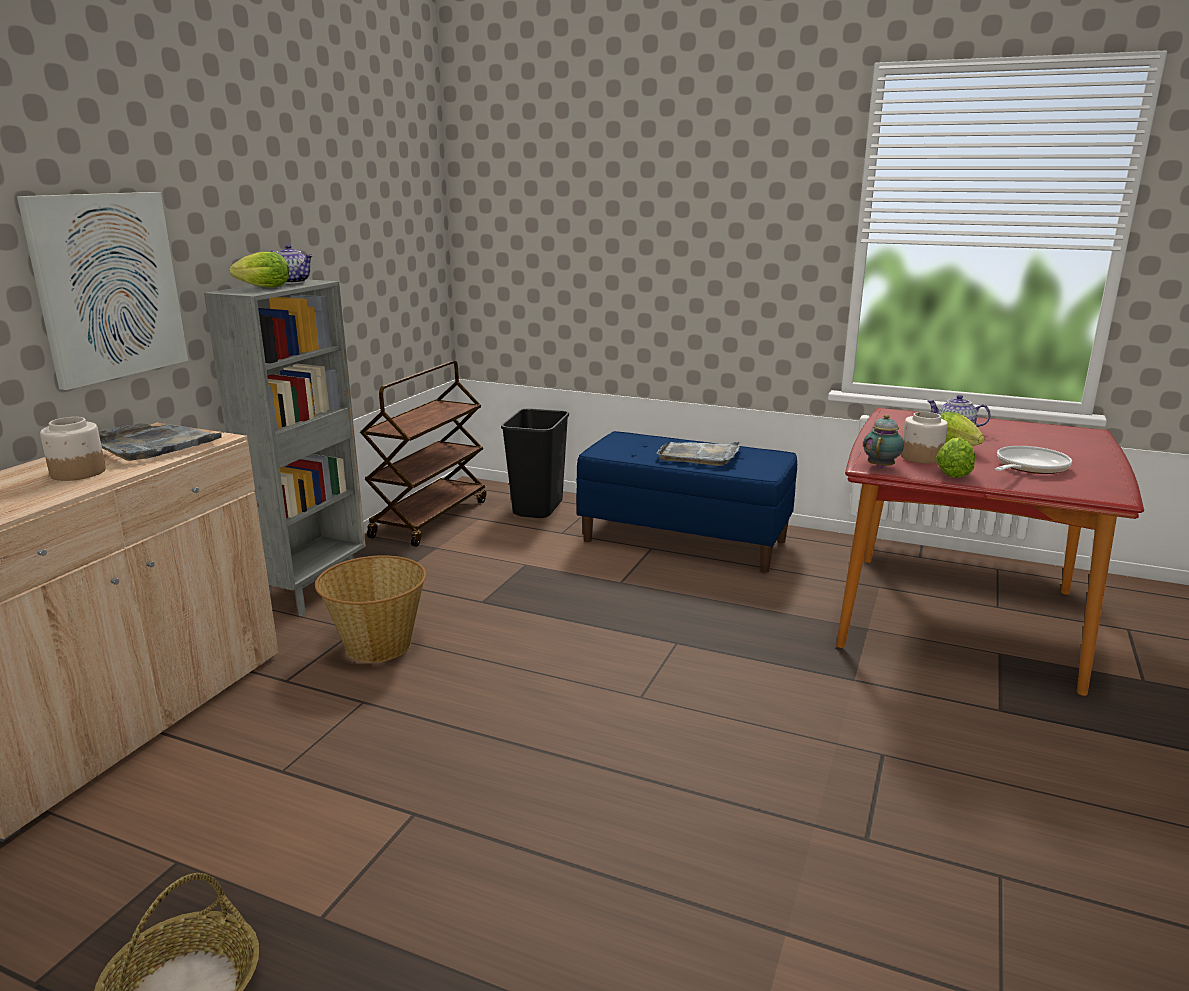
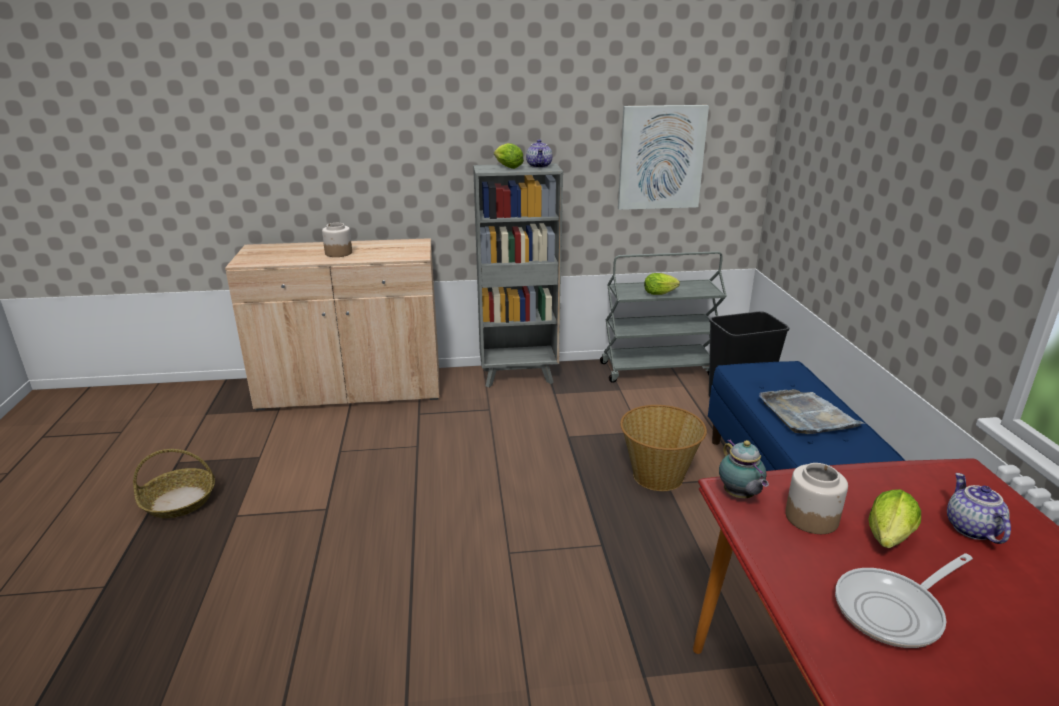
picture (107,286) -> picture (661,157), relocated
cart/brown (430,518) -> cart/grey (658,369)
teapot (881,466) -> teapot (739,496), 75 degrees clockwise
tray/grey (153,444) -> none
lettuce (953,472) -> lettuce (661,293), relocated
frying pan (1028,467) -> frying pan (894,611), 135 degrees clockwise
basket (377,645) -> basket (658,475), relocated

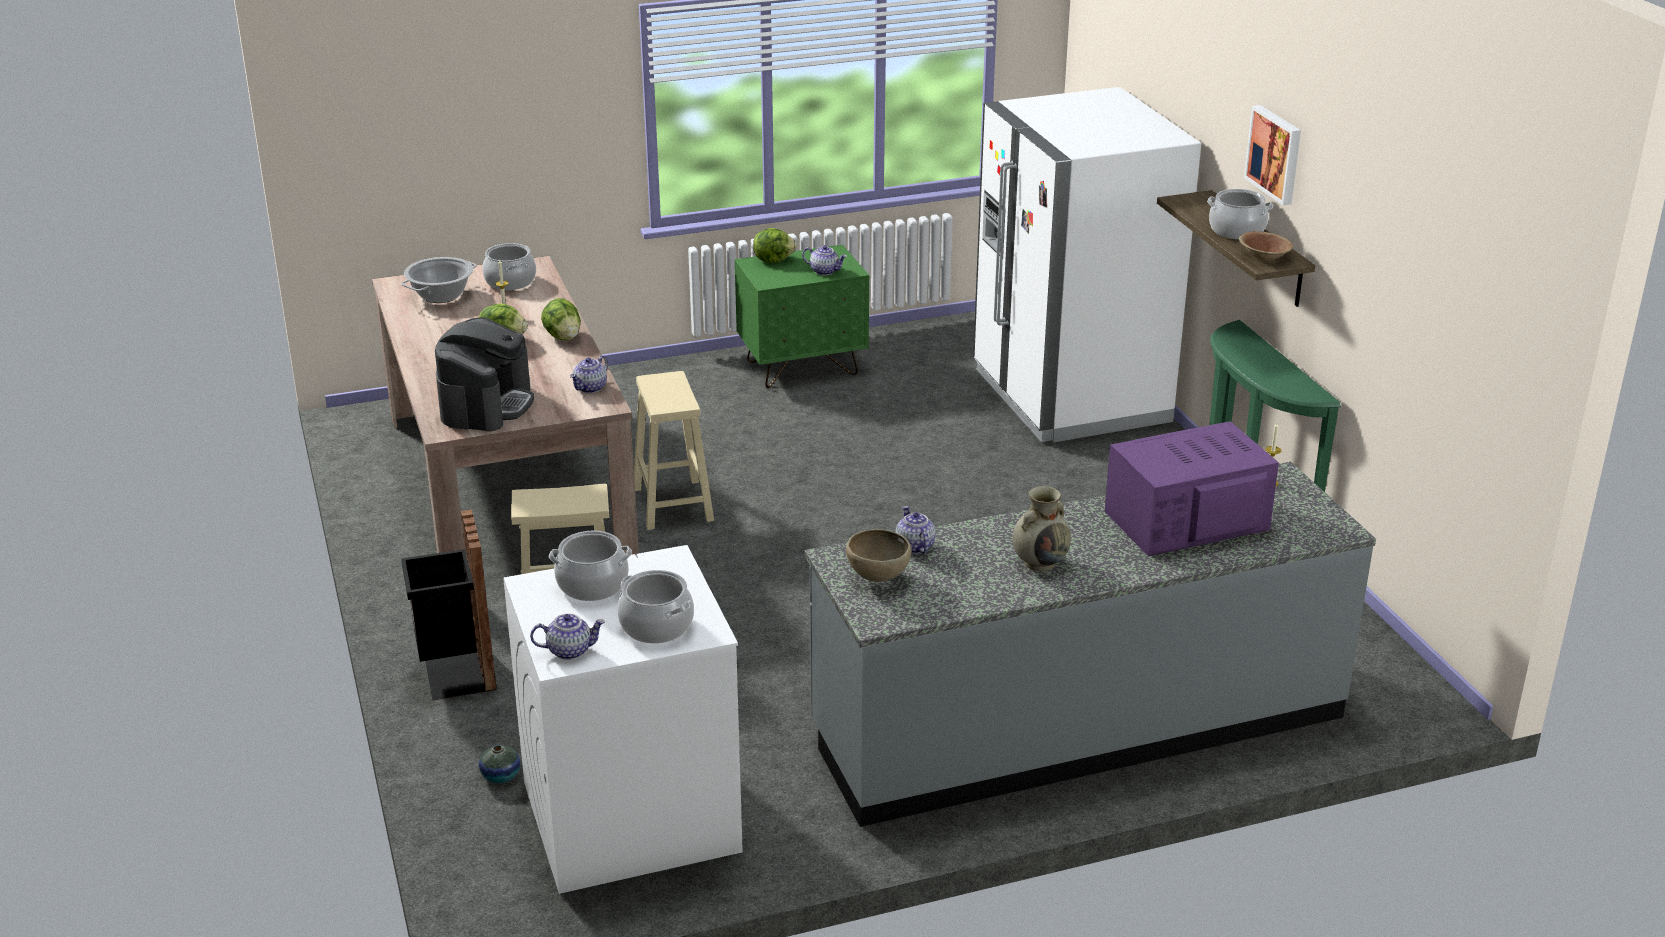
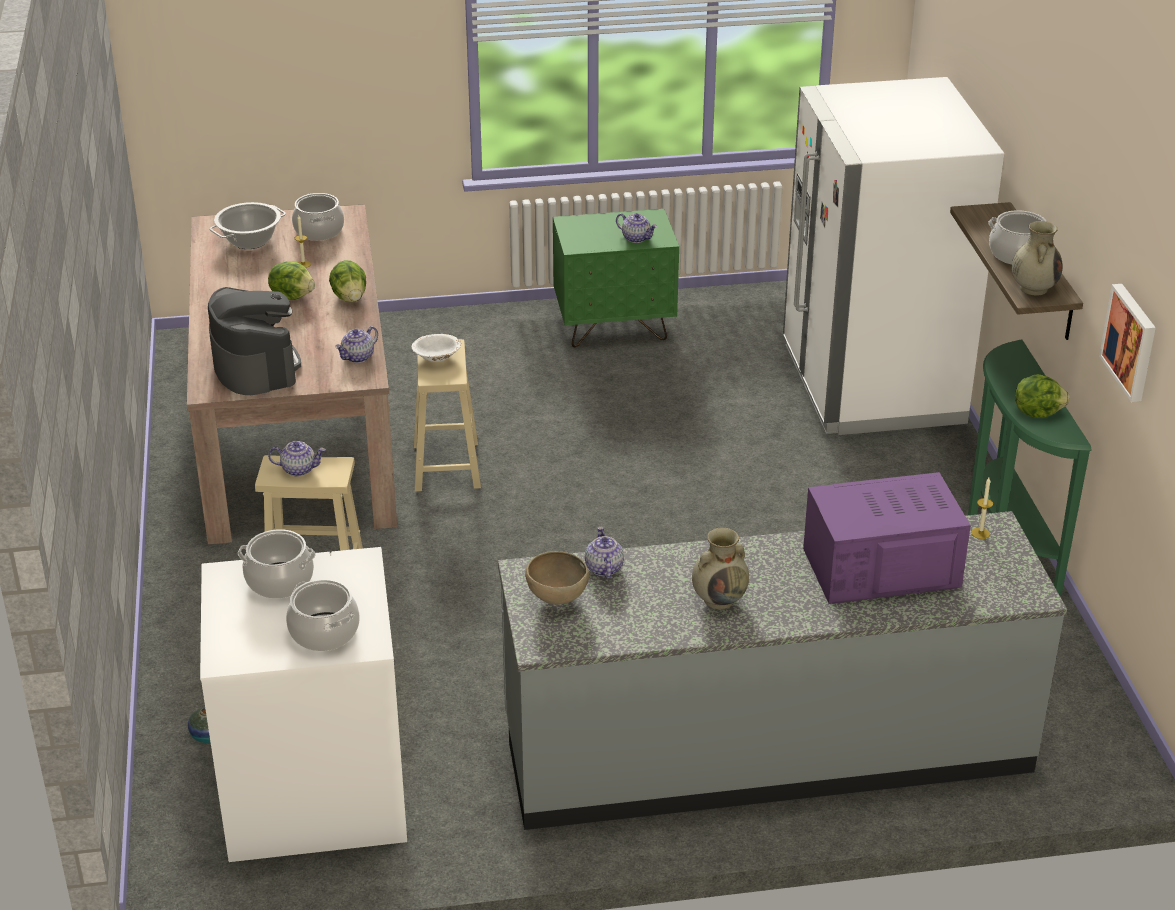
picture (1275,154) -> picture (1131,342), relocated
lettuce (773,260) -> lettuce (1037,412), relocated
bowl/brown (1264,256) -> vase/beige (1033,288)
coffee machine (486,405) -> coffee machine (255,367), 45 degrees counterclockwise
trash can/black (456,675) -> none
teapot (570,650) -> teapot (299,469), relocated
none -> bowl/white (436,357)

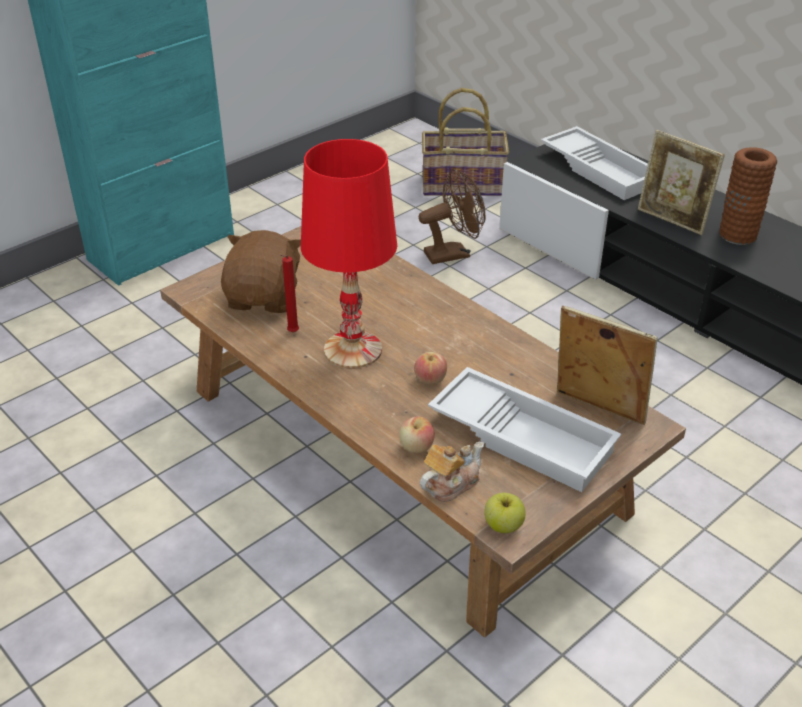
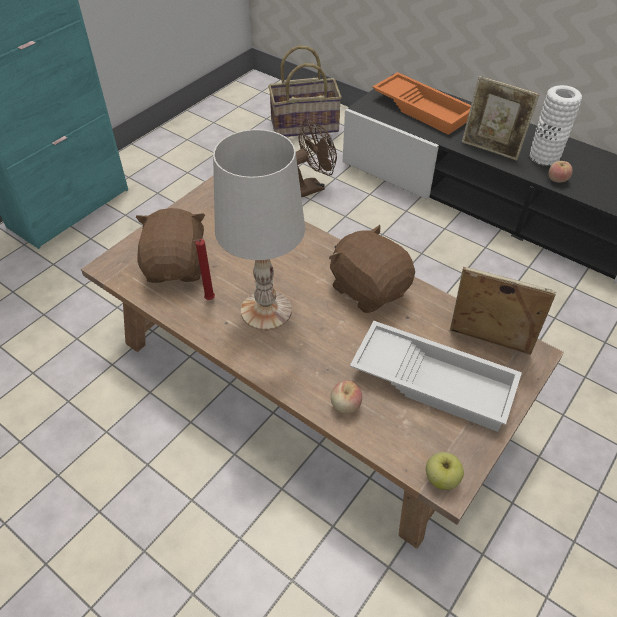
tray/white (600,170) -> tray/orange (423,108)
table lamp/red (353,349) -> table lamp/white (267,310)
vase/brown (737,234) -> vase/white (544,157)
apple (430,379) -> apple (557,179), relocated
teapot (450,484) -> none
none -> plush toy/brown (369,288)

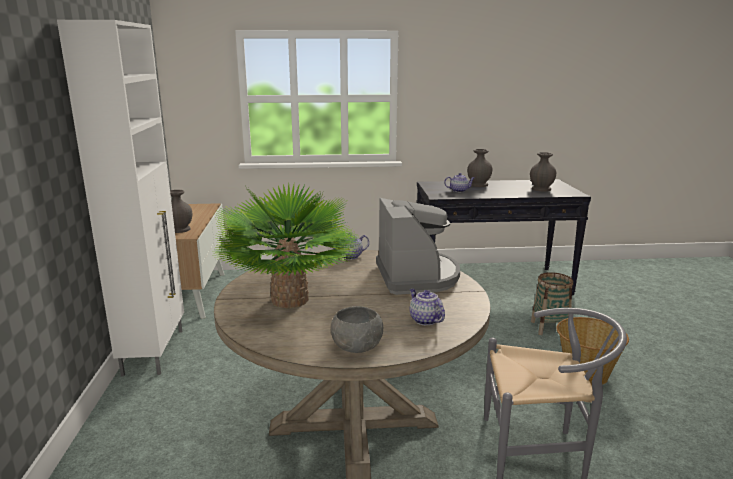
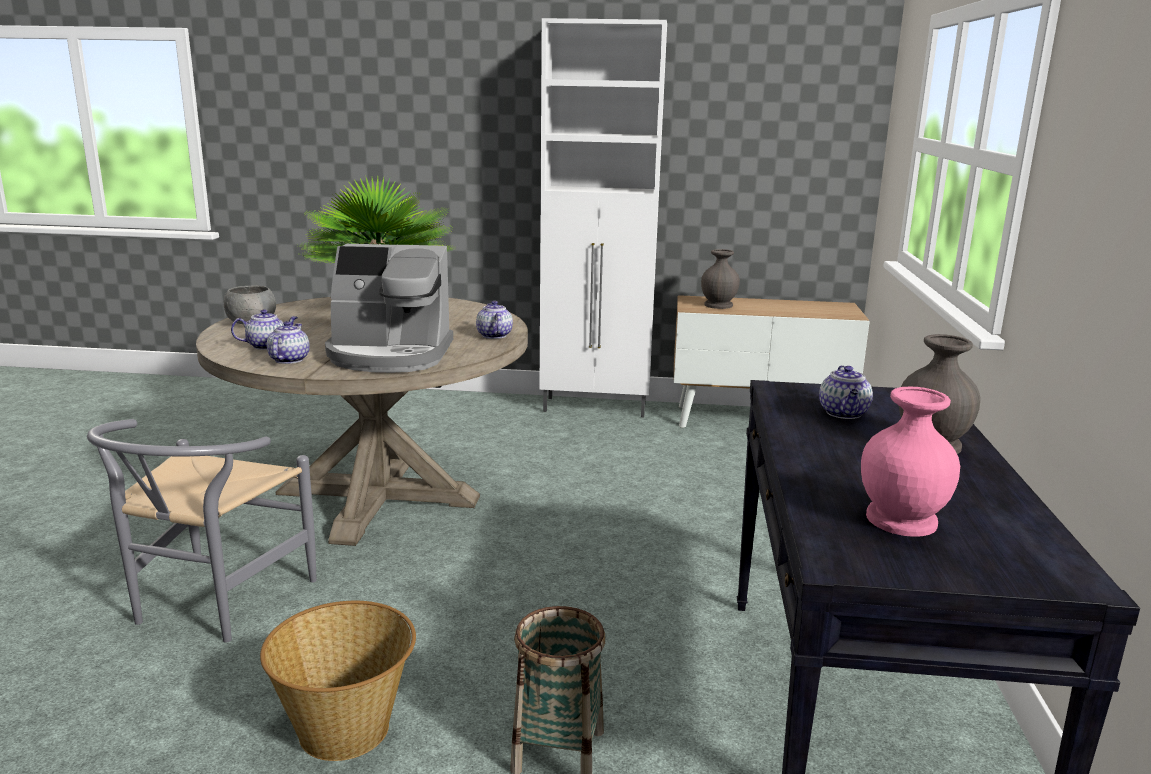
vase/grey (541,189) -> vase/pink (901,521)
none -> teapot (289,360)

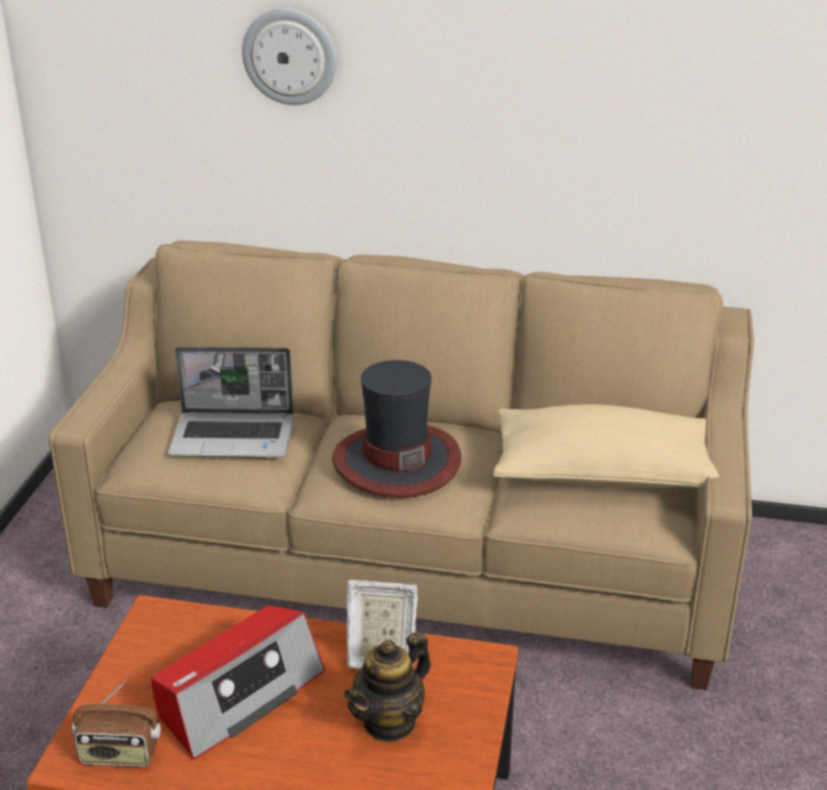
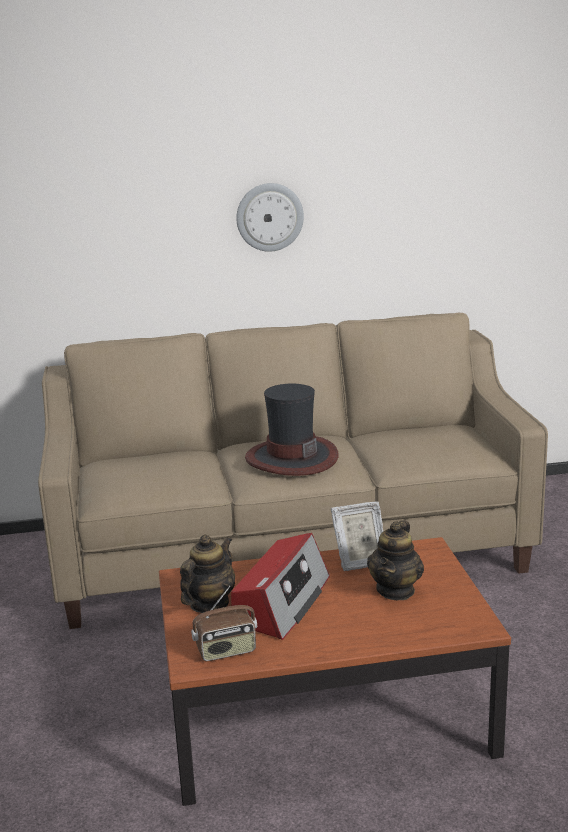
wall clock (290,56) -> wall clock (269,217), relocated
laptop (234,436) -> none
pillow/beige (602,474) -> none
none -> teapot (209,604)

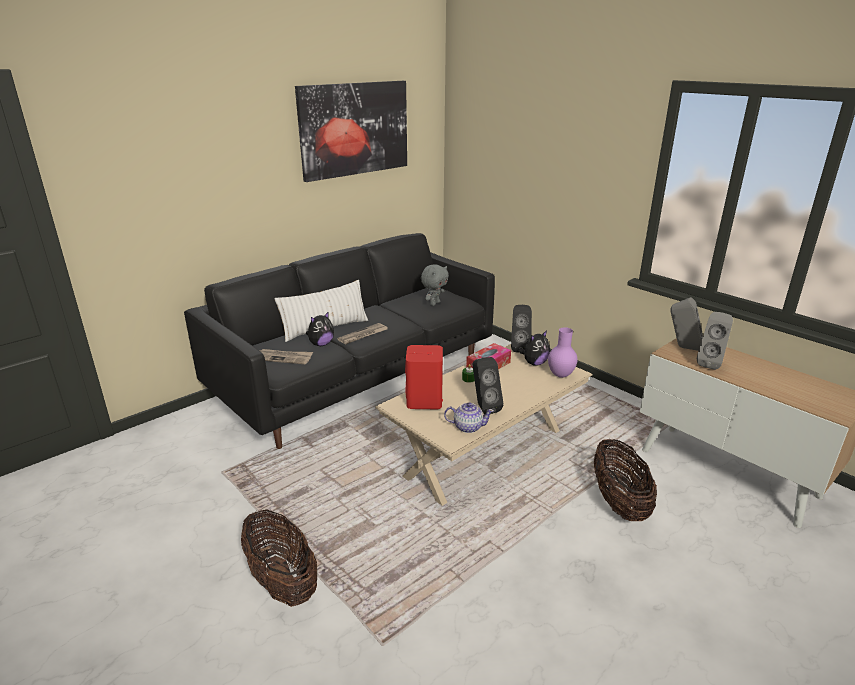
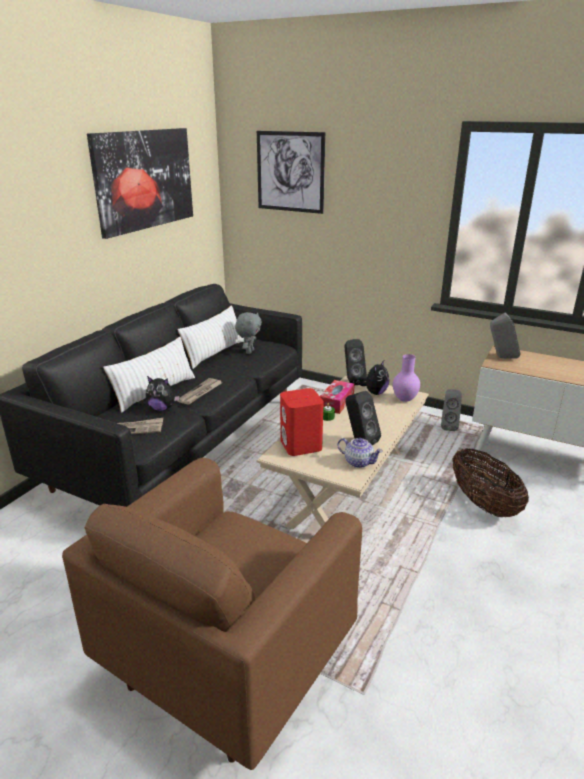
plush toy (321,344) -> plush toy (162,408), 75 degrees clockwise
speaker/grey (710,363) -> speaker/grey (448,426), relocated
teapot (468,427) -> teapot (358,462), 45 degrees clockwise
basket (282,581) -> armchair/brown (226,663)
none -> picture (290,172)
none -> pillow/white (214,353)

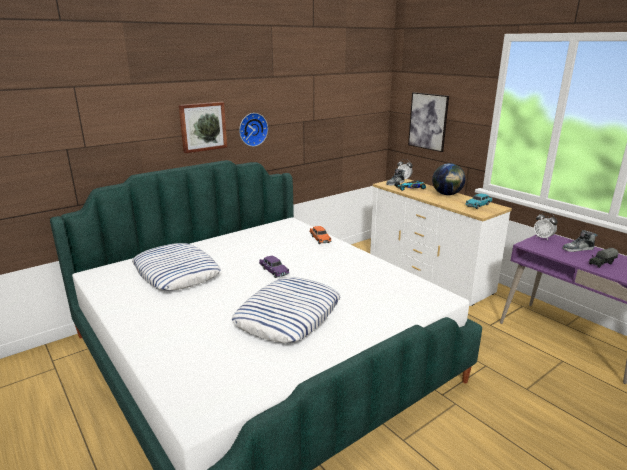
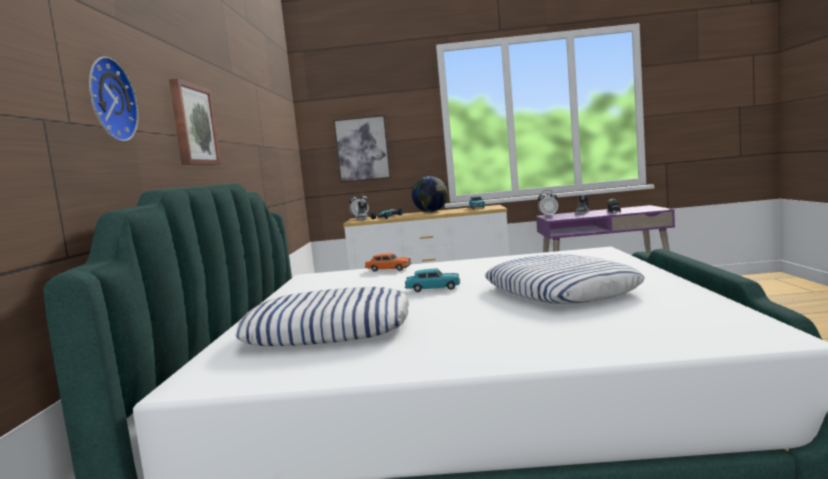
wall clock (252,129) -> wall clock (108,100), relocated
toy car/purple (274,271) -> toy car/turquoise (433,289)

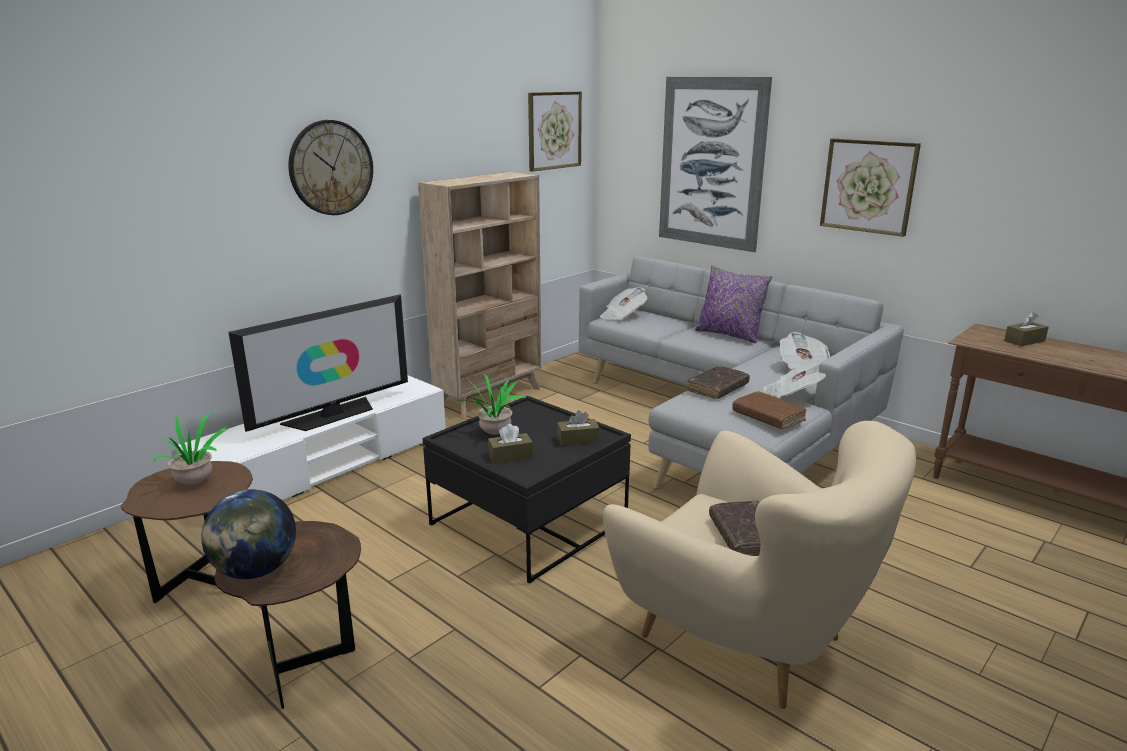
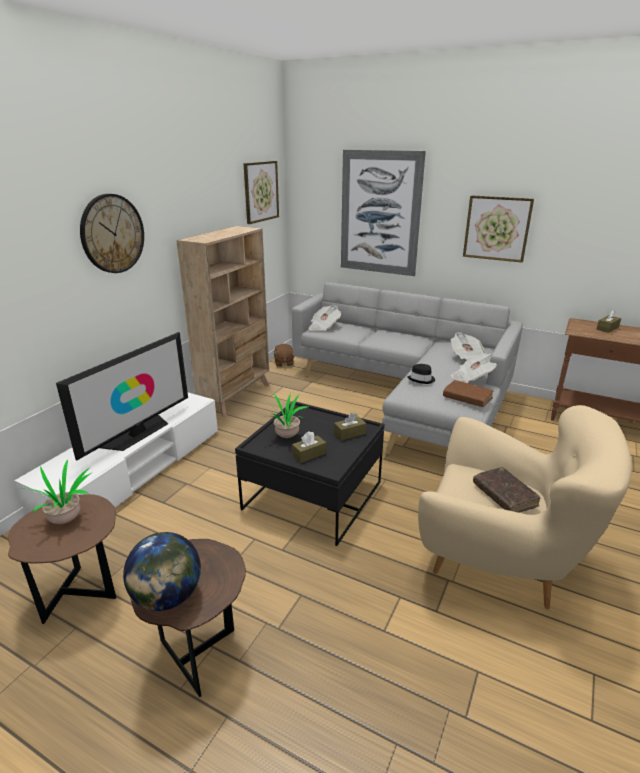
pillow/purple (728,335) -> none
book/brown (717,388) -> hat/black (421,379)
none -> plush toy/brown (283,363)

